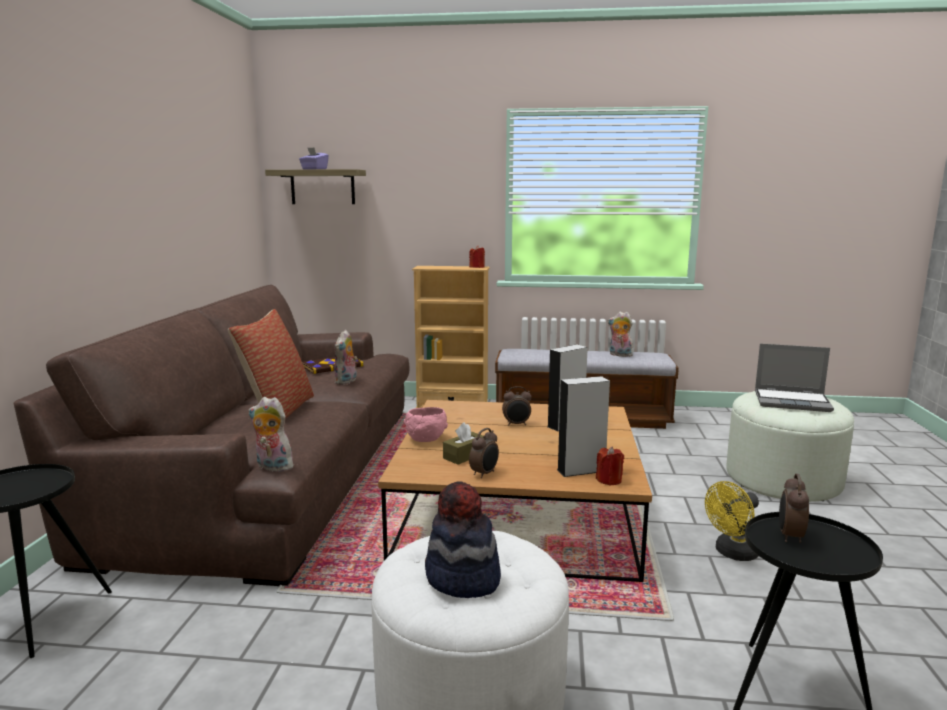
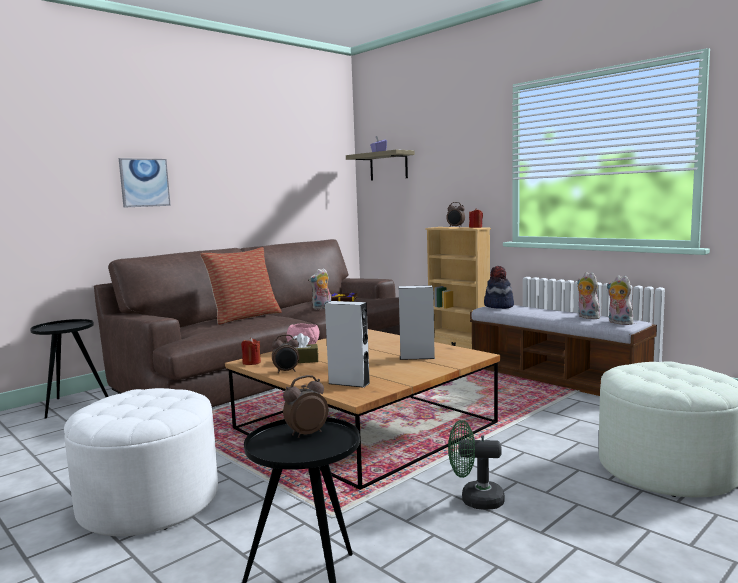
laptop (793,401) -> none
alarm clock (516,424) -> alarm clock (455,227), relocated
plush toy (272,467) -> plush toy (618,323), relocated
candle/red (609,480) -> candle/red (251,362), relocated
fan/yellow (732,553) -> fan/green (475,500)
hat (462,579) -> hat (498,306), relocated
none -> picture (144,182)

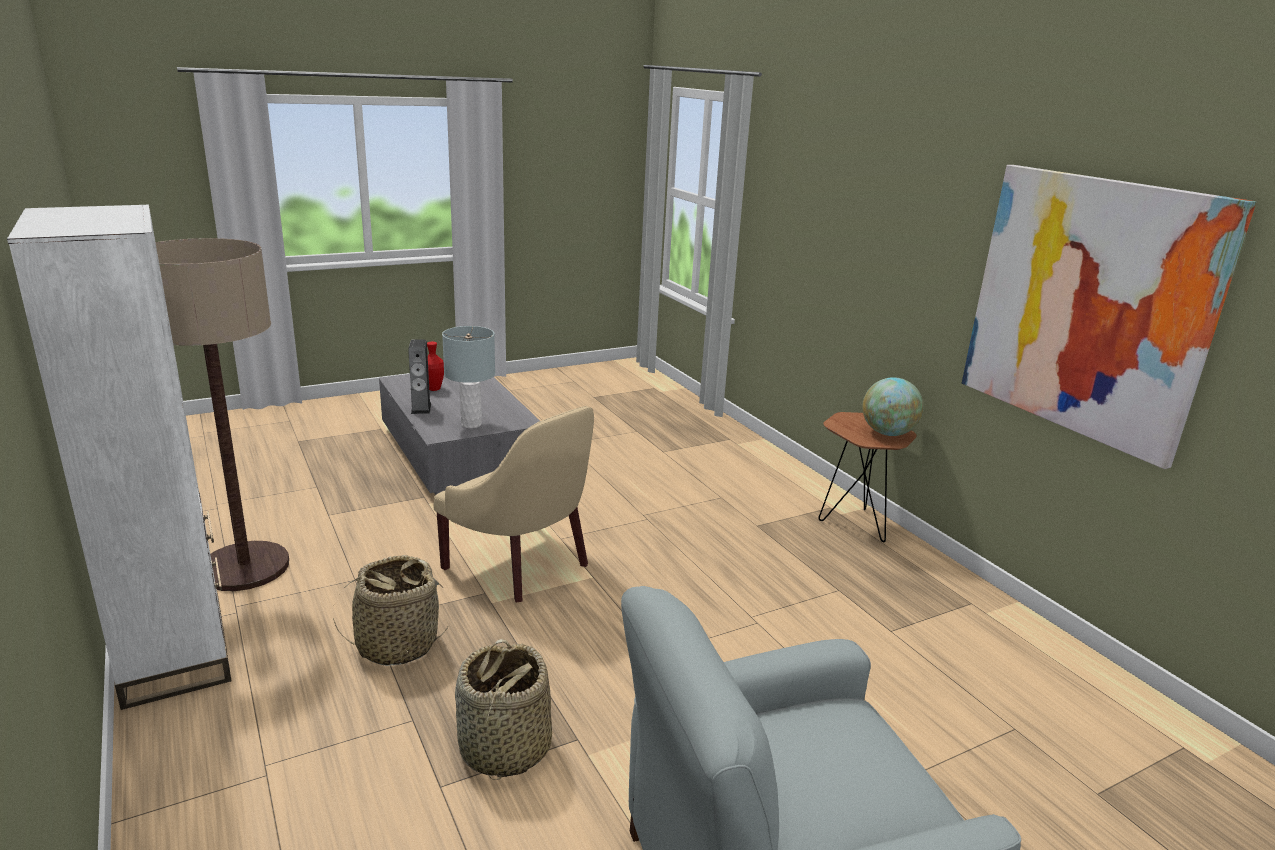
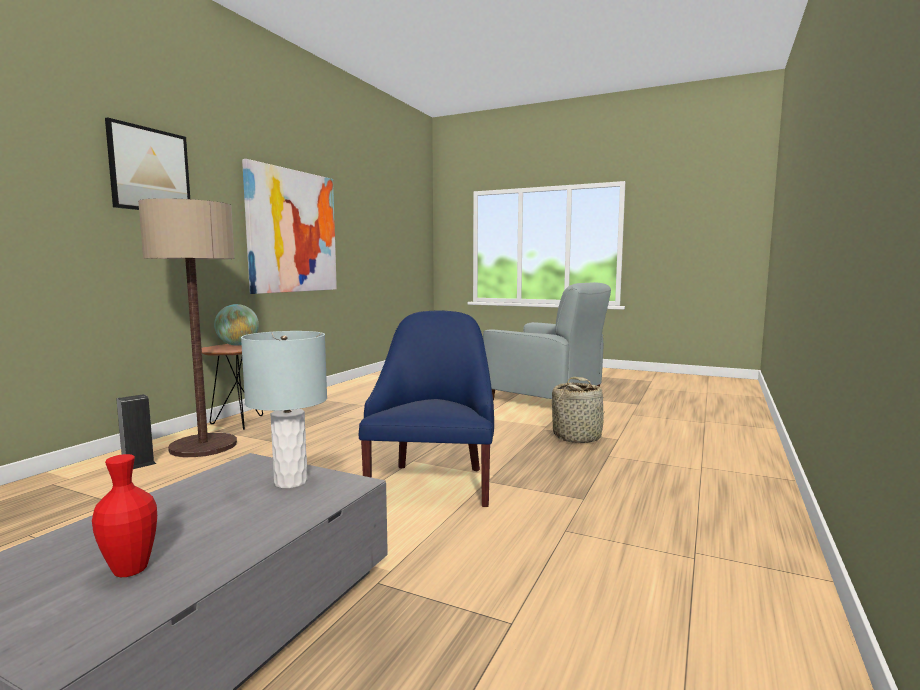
bookcase/white (175,653) -> none
floor lamp (245,567) -> floor lamp (203,446), relocated
speaker (421,408) -> speaker (138,465), relocated
armchair/beige (522,564) -> armchair/blue (433,483)
basket (397,644) -> none
none -> picture (150,170)

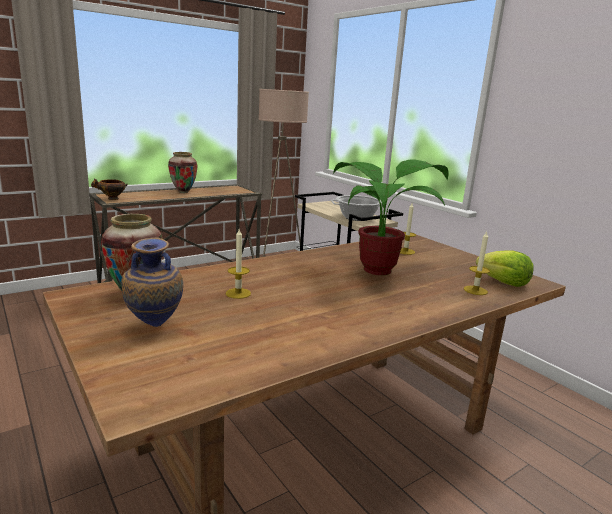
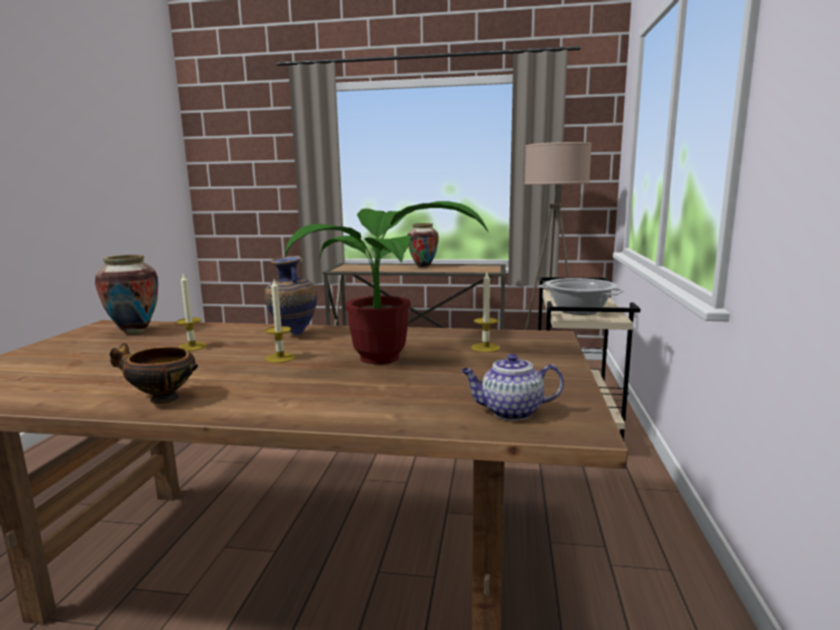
bowl (112,199) -> bowl (161,399), relocated
candle (475,290) -> candle (280,358), relocated
vase (154,328) -> vase (293,335), relocated
lettuce (503,282) -> teapot (510,412)

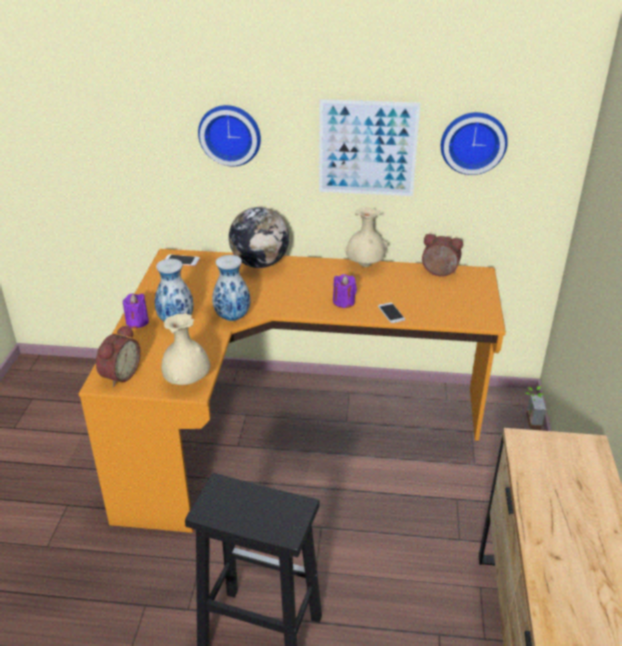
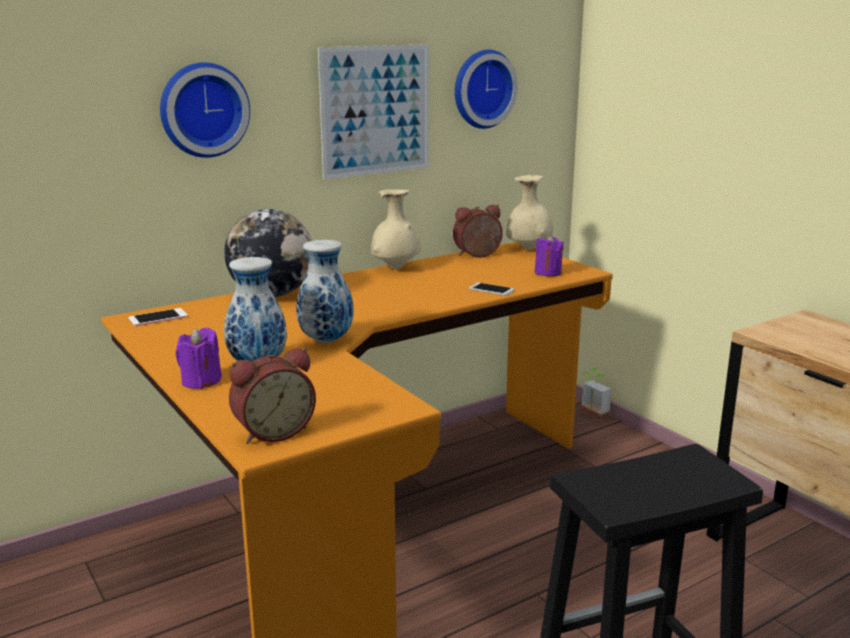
candle/purple (344,302) -> candle/purple (548,273), relocated
vase/beige (187,382) -> vase/beige (528,249), relocated
alarm clock (119,375) -> alarm clock (273,432), 75 degrees clockwise

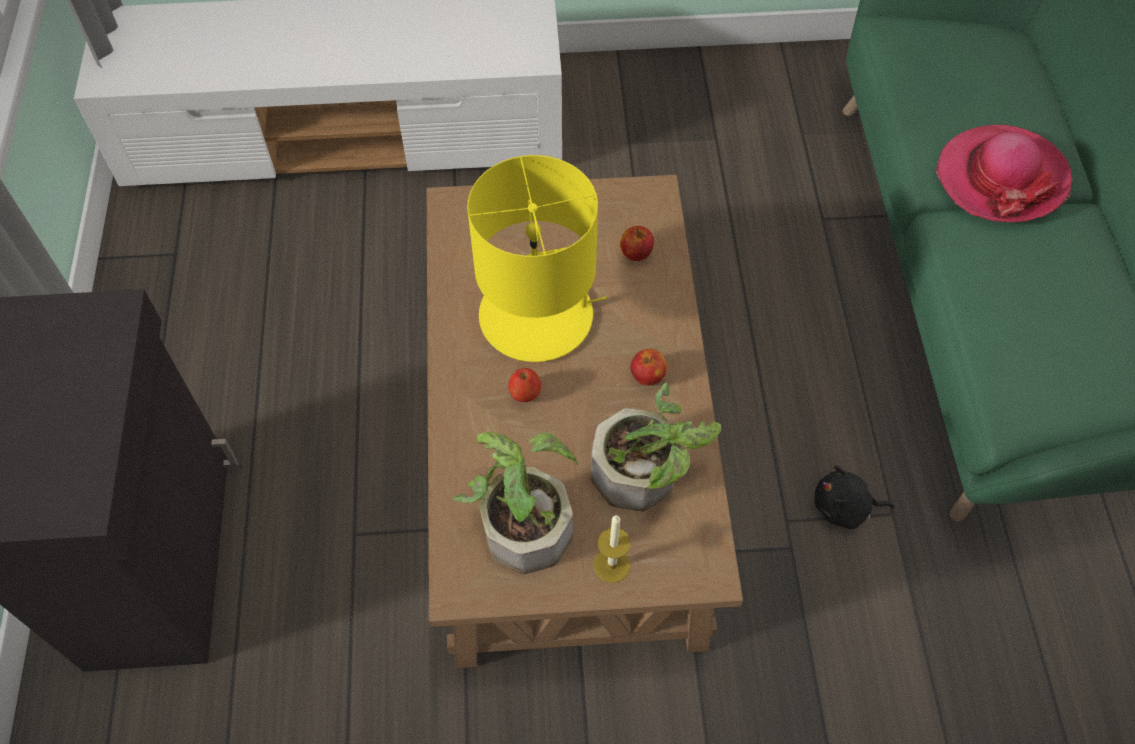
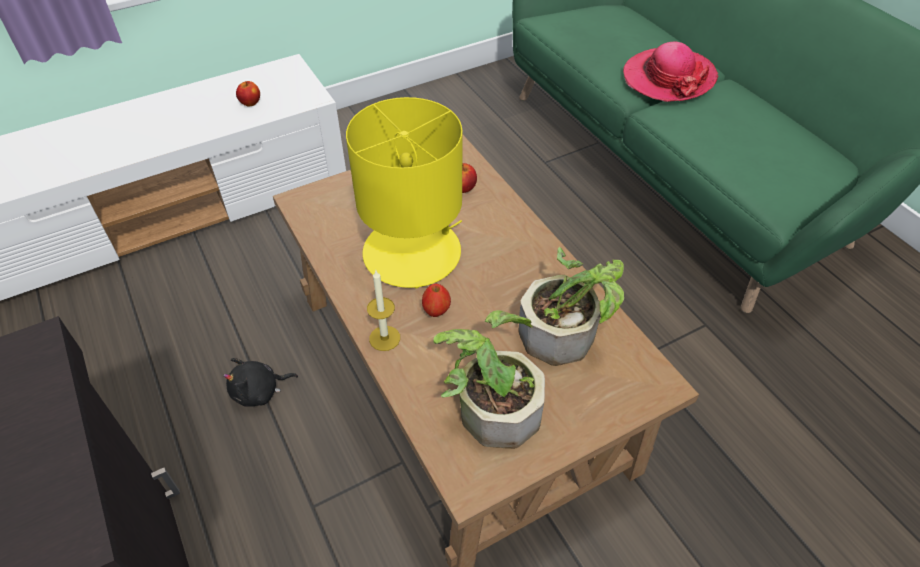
apple (647,376) -> apple (250,103), relocated
plush toy/black (844,507) -> plush toy/black (259,391), relocated
candle (612,565) -> candle (384,338), relocated

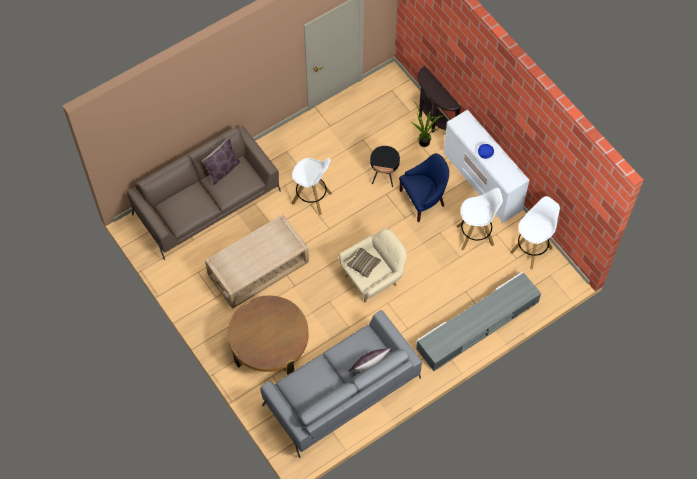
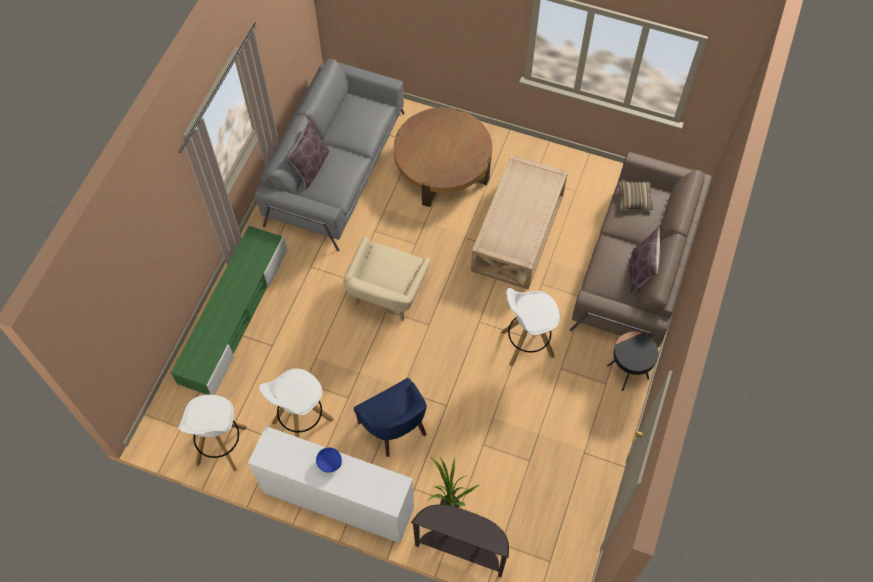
side table/black (384,176) -> side table/black (628,372), relocated
armchair/blue (423,200) -> armchair/blue (395,427), 60 degrees counterclockwise
pillow (363,264) -> pillow (634,198), relocated
tv stand/grey (477,326) -> tv stand/green (234,315)

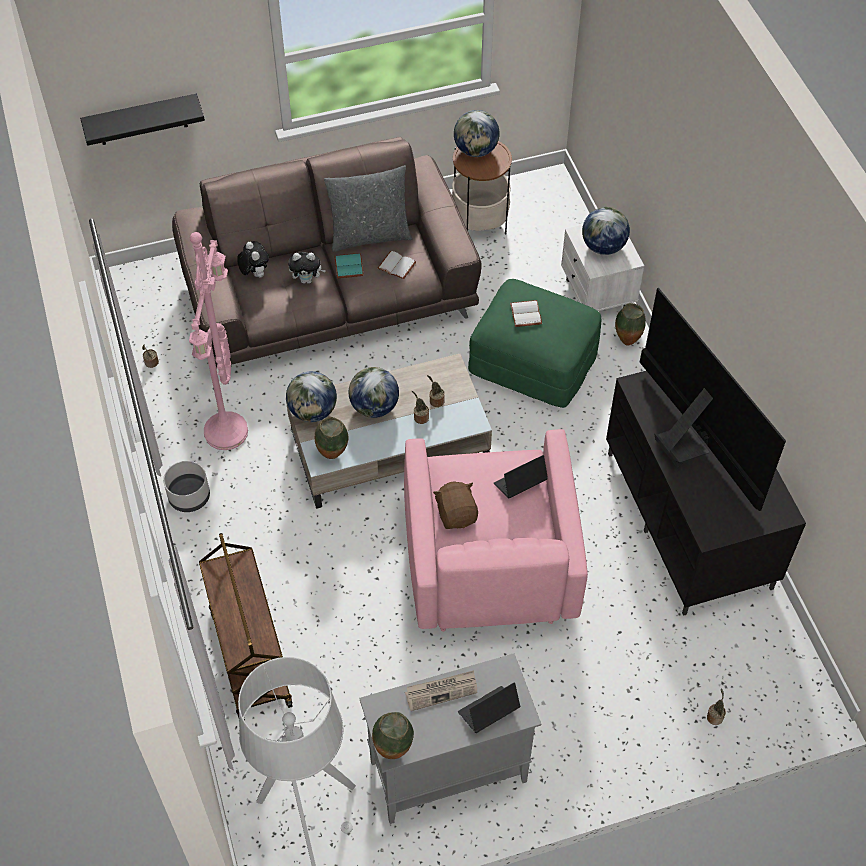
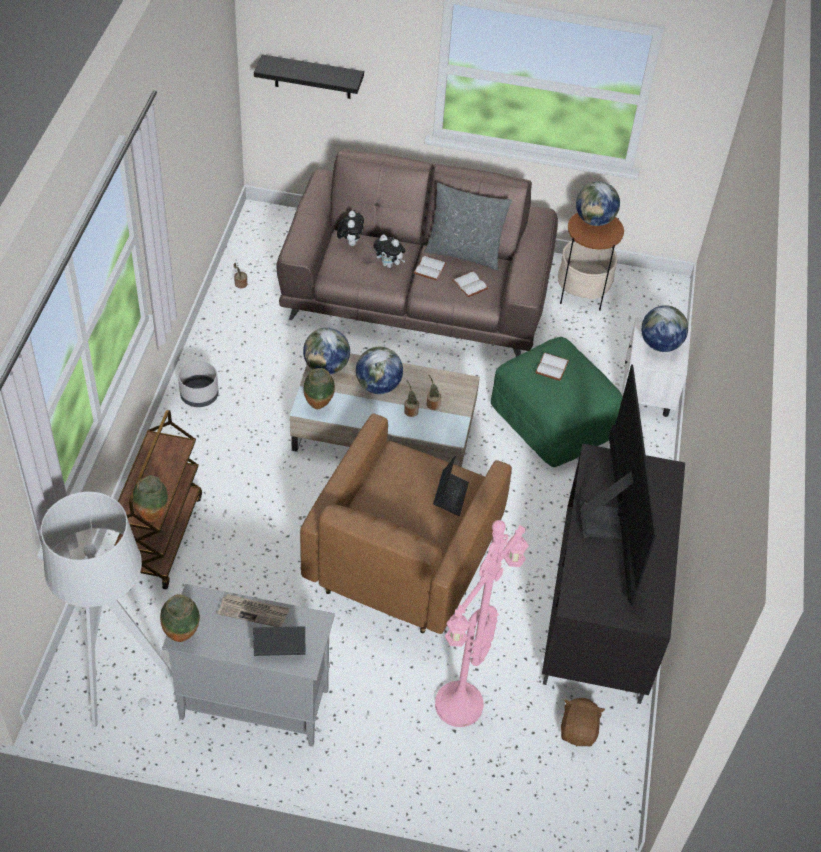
floor lamp/pink (228,433) -> floor lamp/pink (460,708), relocated
book/turquoise (348,266) -> book/white (429,268)
vase (626,341) -> vase (152,517), relocated
armchair/pink (489,565) -> armchair/brown (402,561)
laptop (520,484) -> laptop (450,496), 105 degrees clockwise
plush toy/brown (457,514) -> plush toy/brown (578,730), relocated
potted plant (715,716) -> none

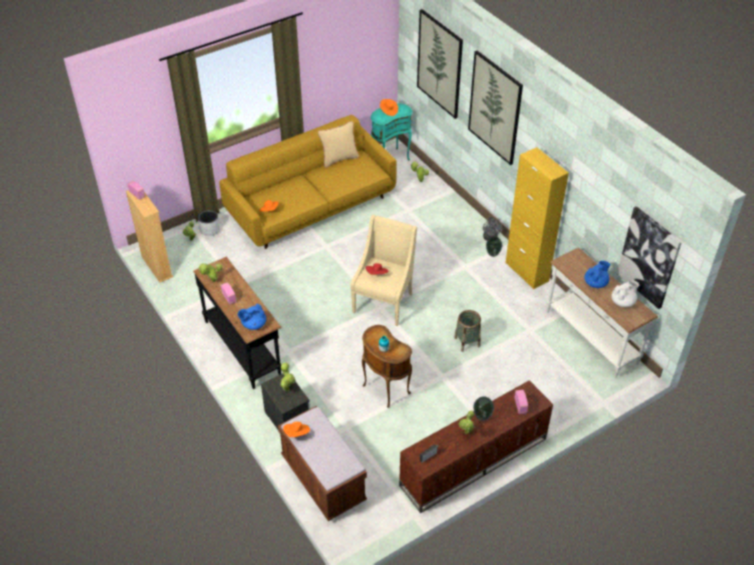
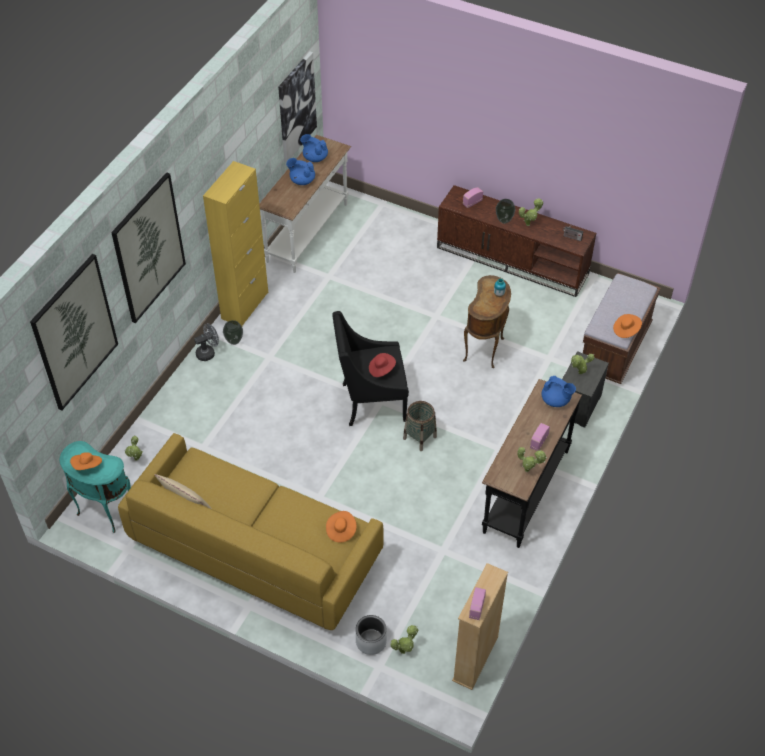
armchair/beige (384,302) -> armchair/black (371,401)
teapot/white (623,302) -> teapot/blue (315,158)
basket (467,342) -> basket (419,437), relocated

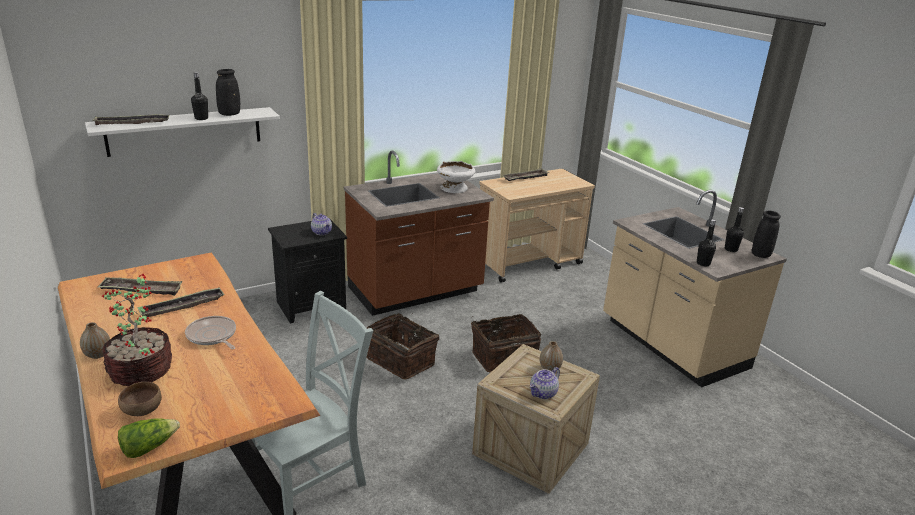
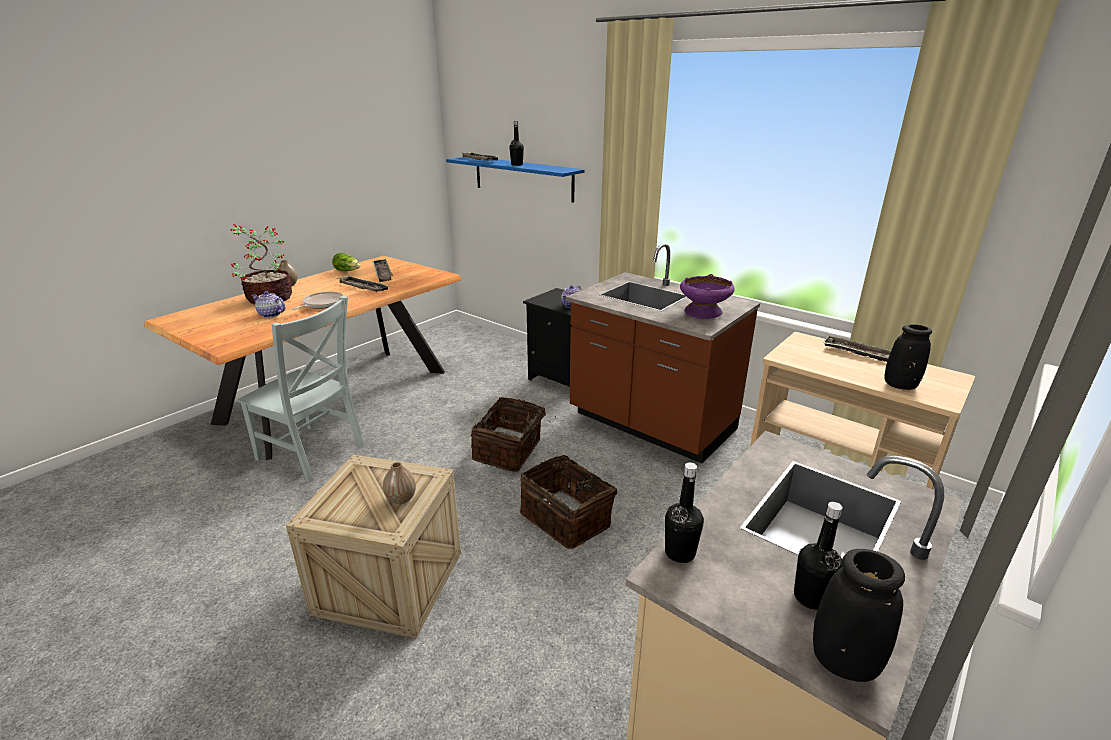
vase/black (229,114) -> vase/black (900,385), relocated
shelf/white (185,131) -> shelf/blue (523,178)
bowl/white (455,188) -> bowl/purple (704,312)
teapot (543,393) -> teapot (270,314), relocated
bowl/brown (142,411) -> none
lettuce (148,447) -> lettuce (348,271), relocated

